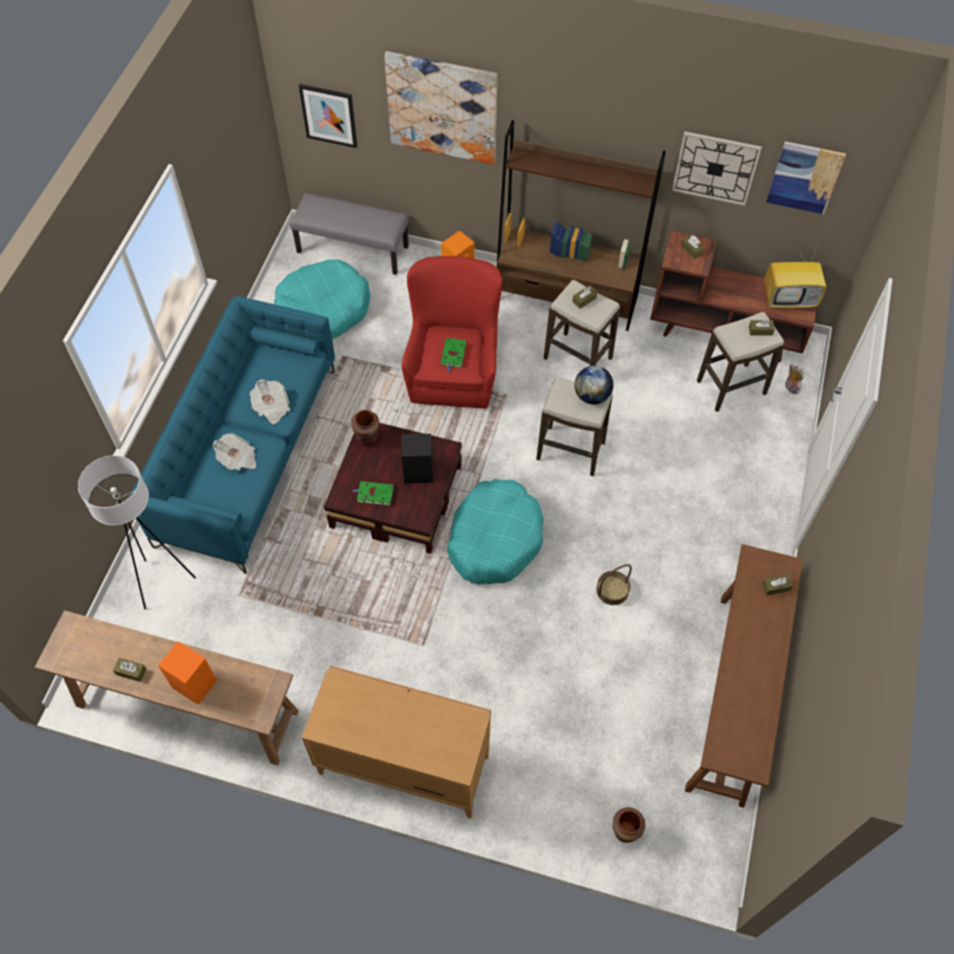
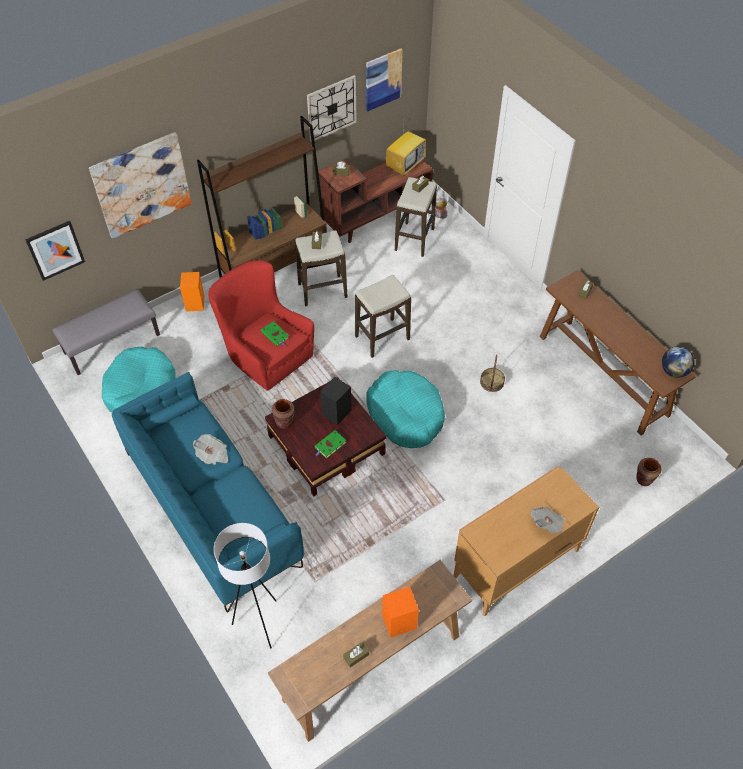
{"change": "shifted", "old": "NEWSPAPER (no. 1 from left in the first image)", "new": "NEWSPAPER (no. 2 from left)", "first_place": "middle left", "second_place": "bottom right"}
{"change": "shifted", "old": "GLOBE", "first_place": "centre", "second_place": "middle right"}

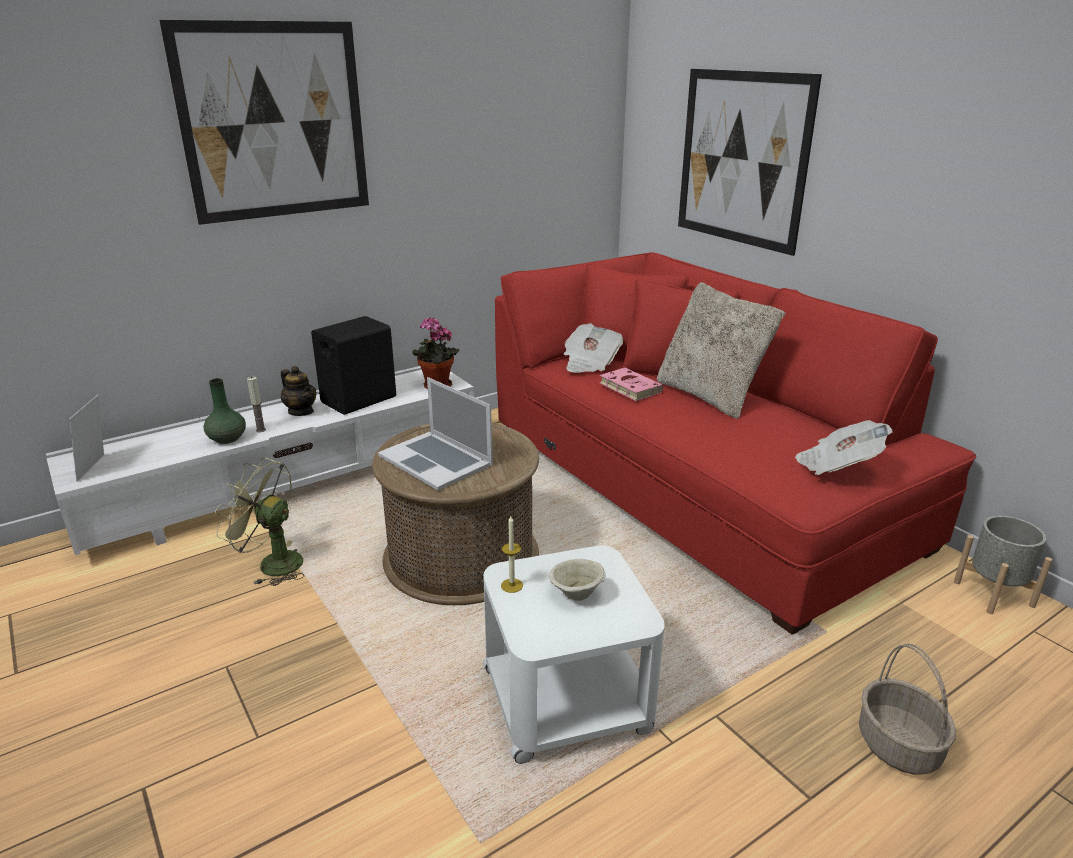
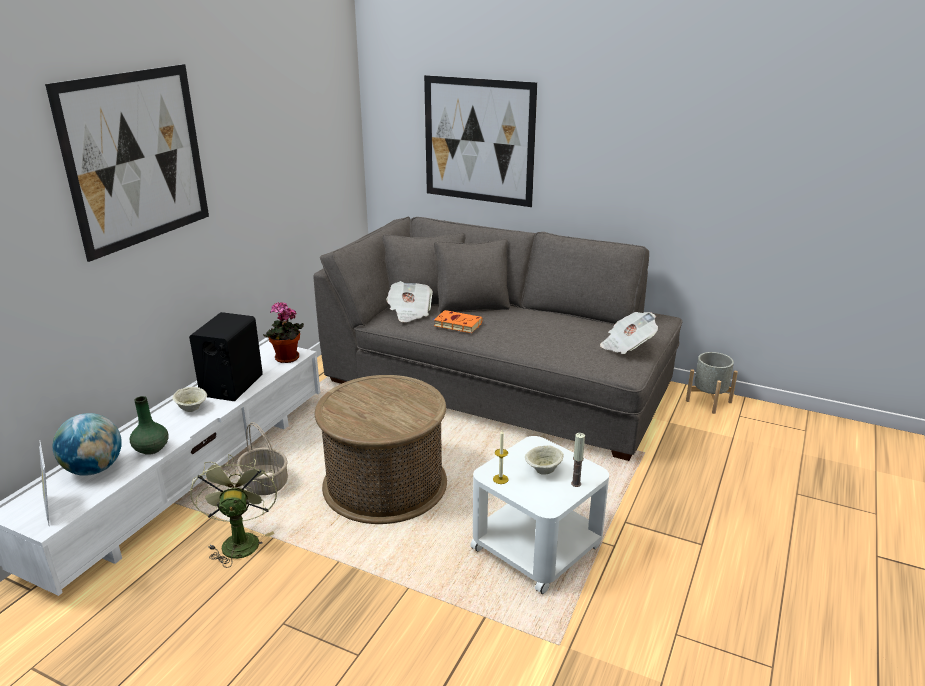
{"change": "new", "new": "GLOBE", "second_place": "middle left"}
{"change": "swapped", "old": "TEAPOT", "new": "BEIGE BOWL (no. 1 from left)", "first_place": "middle left", "second_place": "middle left"}
{"change": "rotated", "old": "GREEN FAN", "first_place": "middle left", "second_place": "bottom left", "degrees": 90}
{"change": "shifted", "old": "BASKET", "first_place": "bottom right", "second_place": "bottom left"}
{"change": "repainted", "old": "RED SOFA", "new": "GREY SOFA", "first_place": "middle right", "second_place": "centre"}
{"change": "repainted", "old": "PINK BOOK", "new": "ORANGE BOOK", "first_place": "centre", "second_place": "centre"}
{"change": "shifted", "old": "CANDLE (no. 1 from left in the first image)", "new": "CANDLE (no. 2 from left)", "first_place": "middle left", "second_place": "bottom centre"}
{"change": "gone", "old": "LAPTOP", "first_place": "centre"}
{"change": "gone", "old": "BEIGE PILLOW", "first_place": "middle right"}

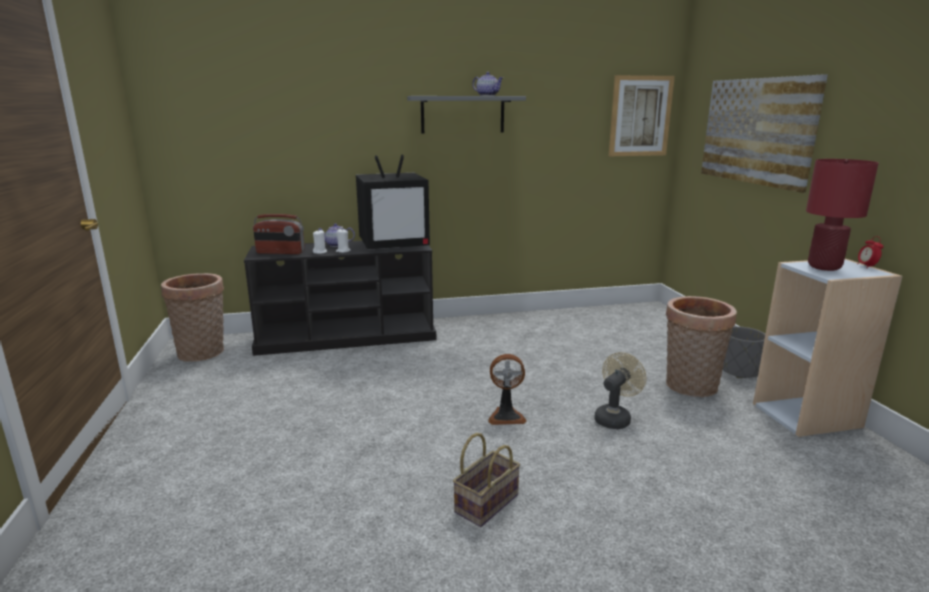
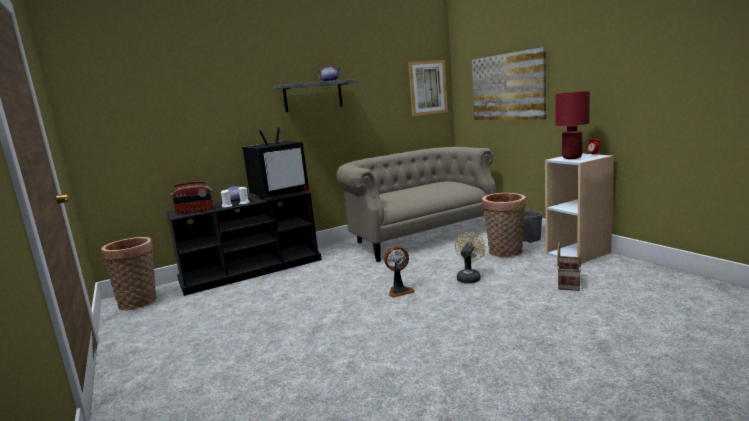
{"change": "new", "new": "BEIGE SOFA", "second_place": "centre"}
{"change": "shifted", "old": "BASKET (no. 2 from left in the first image)", "new": "BASKET (no. 3 from left)", "first_place": "bottom centre", "second_place": "middle right"}

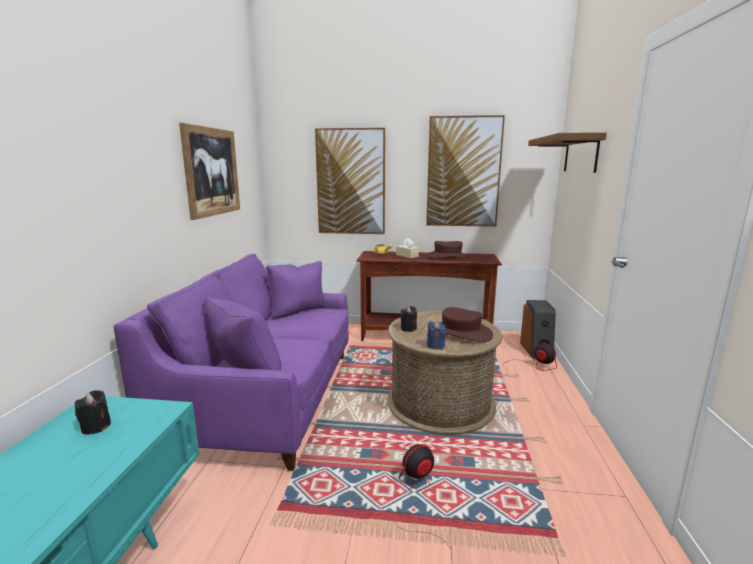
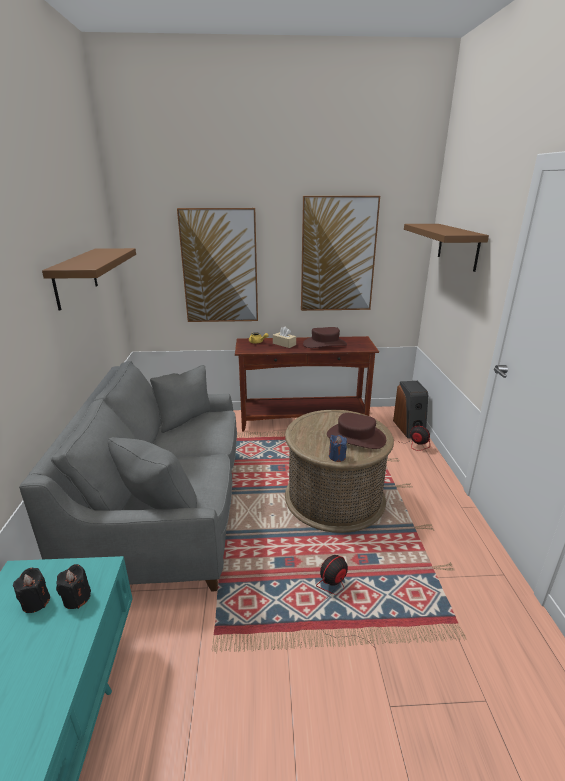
{"change": "repainted", "old": "PURPLE SOFA", "new": "GREY SOFA", "first_place": "middle left", "second_place": "middle left"}
{"change": "swapped", "old": "PICTURE (no. 1 from left)", "new": "BROWN SHELF (no. 1 from left)", "first_place": "top left", "second_place": "middle left"}
{"change": "shifted", "old": "BLACK CANDLE (no. 2 from left)", "first_place": "centre", "second_place": "bottom left"}

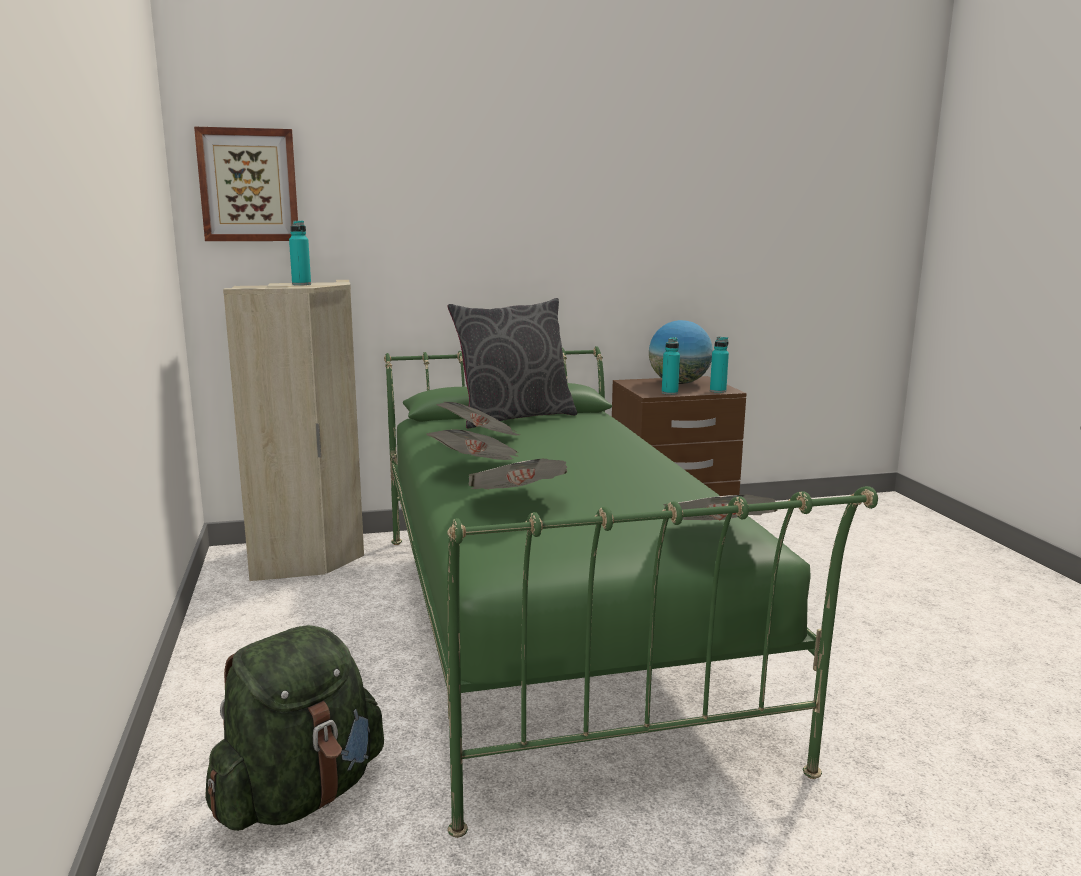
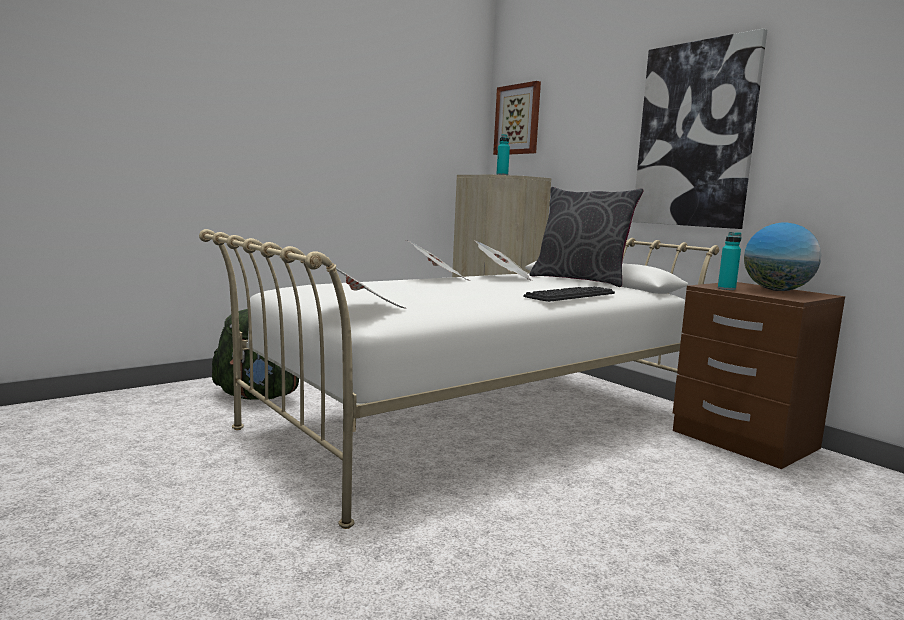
{"change": "repainted", "old": "GREEN BED", "new": "WHITE BED", "first_place": "bottom centre", "second_place": "centre"}
{"change": "new", "new": "KEYBOARD", "second_place": "centre"}
{"change": "new", "new": "PICTURE (no. 2 from left)", "second_place": "top right"}
{"change": "gone", "old": "NEWSPAPER (no. 3 from left)", "first_place": "centre"}
{"change": "gone", "old": "TURQUOISE BOTTLE (no. 3 from left)", "first_place": "centre"}

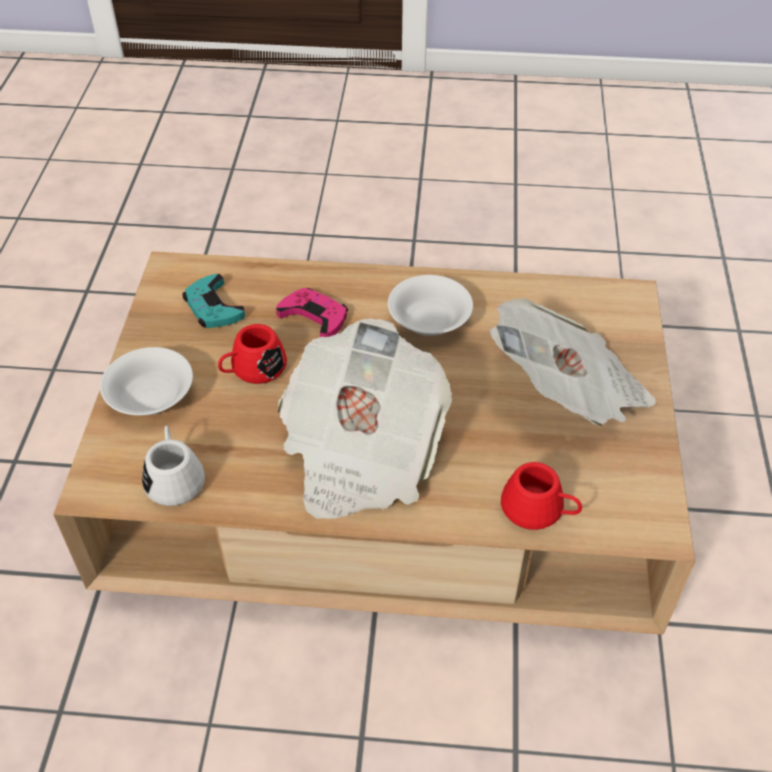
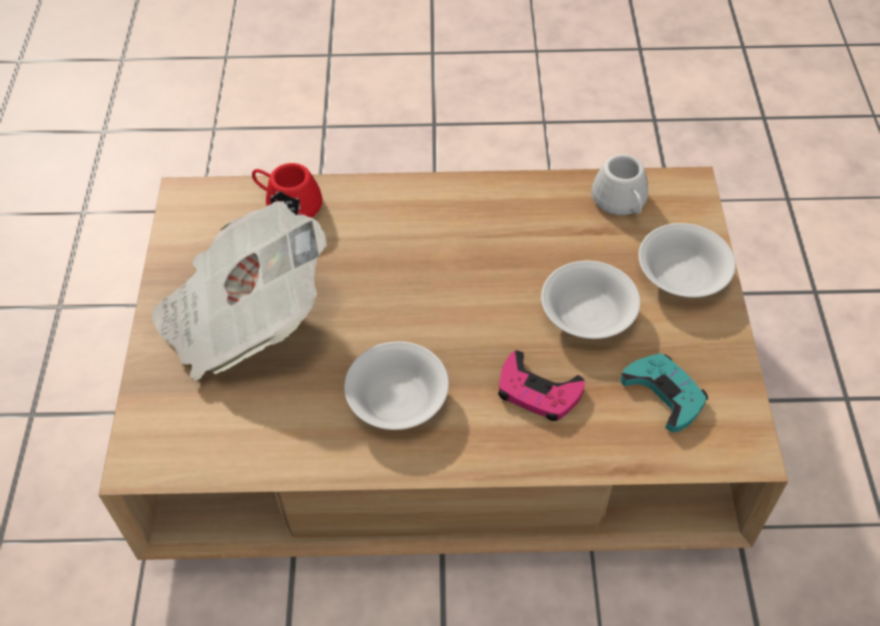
{"change": "swapped", "old": "RED MUG (no. 1 from left)", "new": "WHITE BOWL (no. 2 from left)", "first_place": "middle left", "second_place": "middle right"}
{"change": "gone", "old": "NEWSPAPER (no. 1 from left)", "first_place": "centre"}

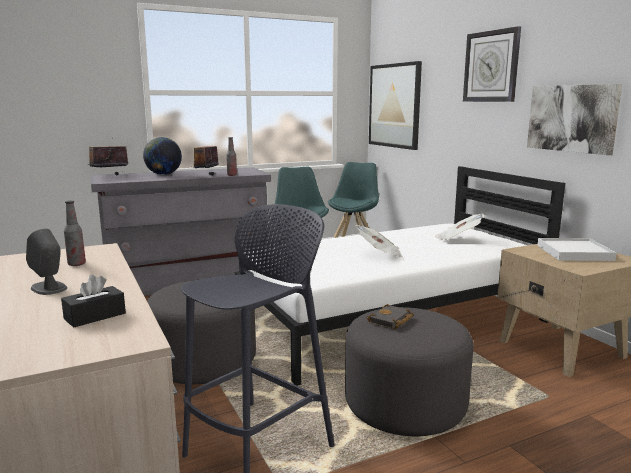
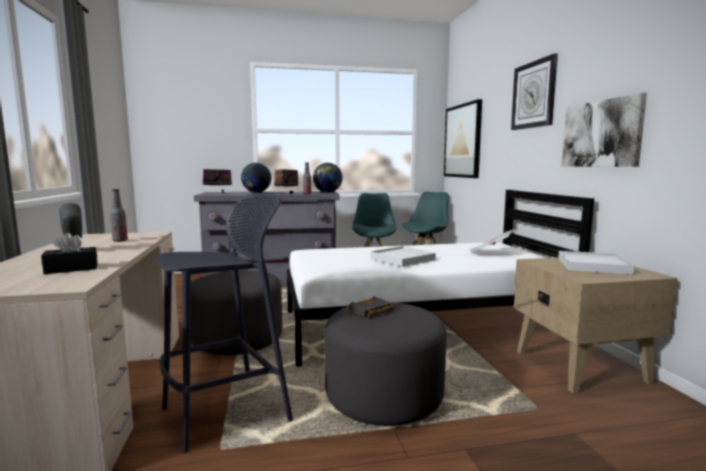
{"change": "new", "new": "GLOBE (no. 2 from left)", "second_place": "centre"}
{"change": "swapped", "old": "NEWSPAPER (no. 1 from left)", "new": "WHITE TRAY (no. 1 from left)", "first_place": "centre", "second_place": "centre"}

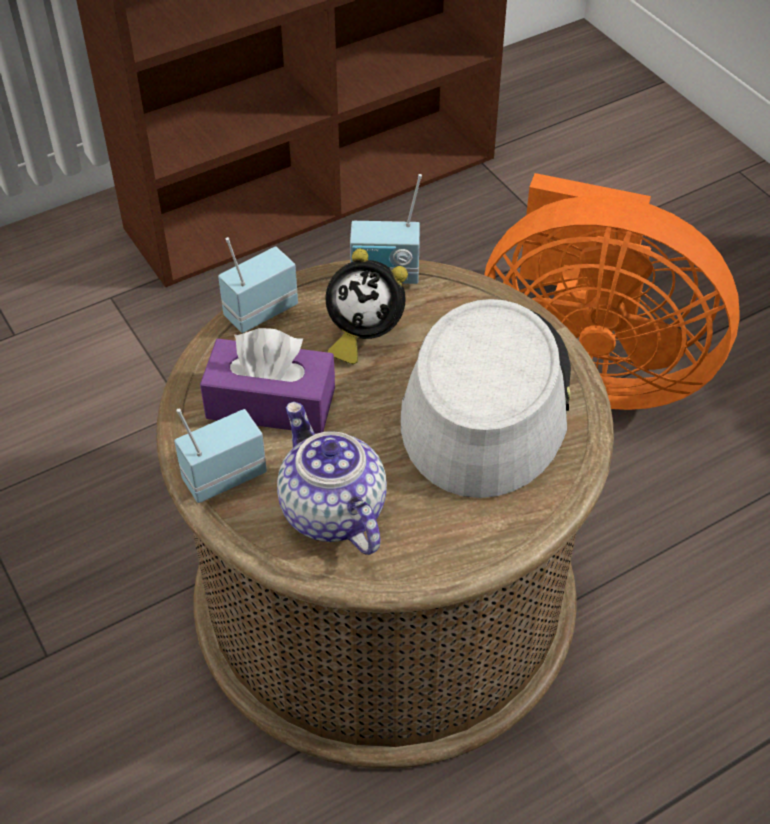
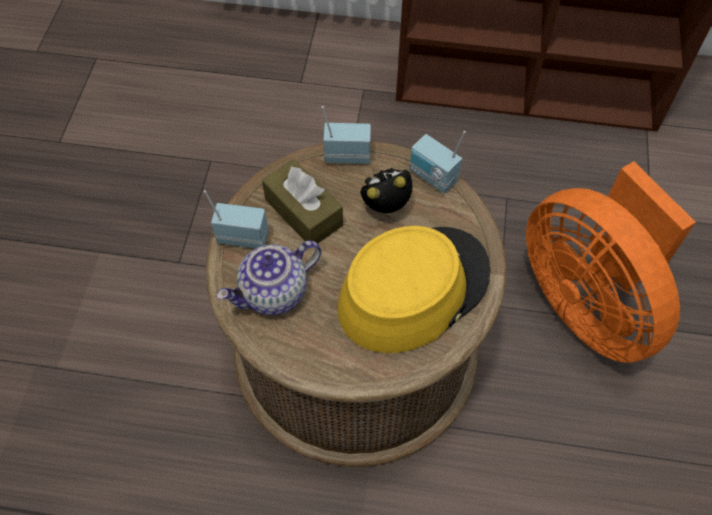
{"change": "rotated", "old": "TEAPOT", "first_place": "centre", "second_place": "centre", "degrees": -135}
{"change": "repainted", "old": "PURPLE TISSUE BOX", "new": "BROWN TISSUE BOX", "first_place": "centre", "second_place": "centre"}
{"change": "repainted", "old": "GREY HAT", "new": "YELLOW HAT", "first_place": "centre", "second_place": "centre"}
{"change": "rotated", "old": "ALARM CLOCK", "first_place": "centre", "second_place": "centre", "degrees": 105}

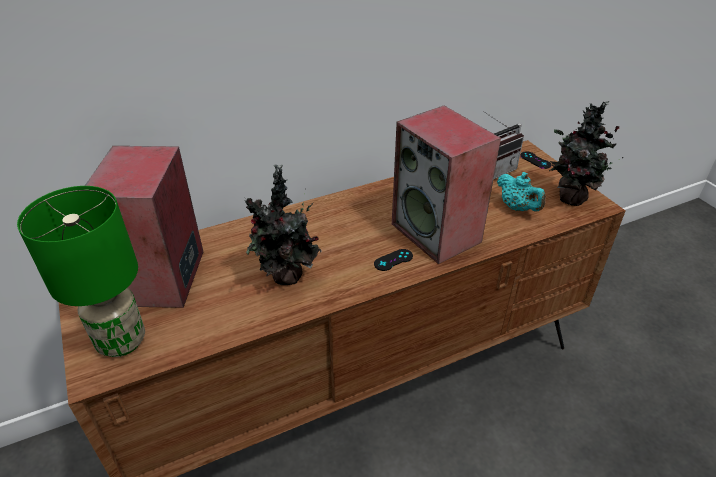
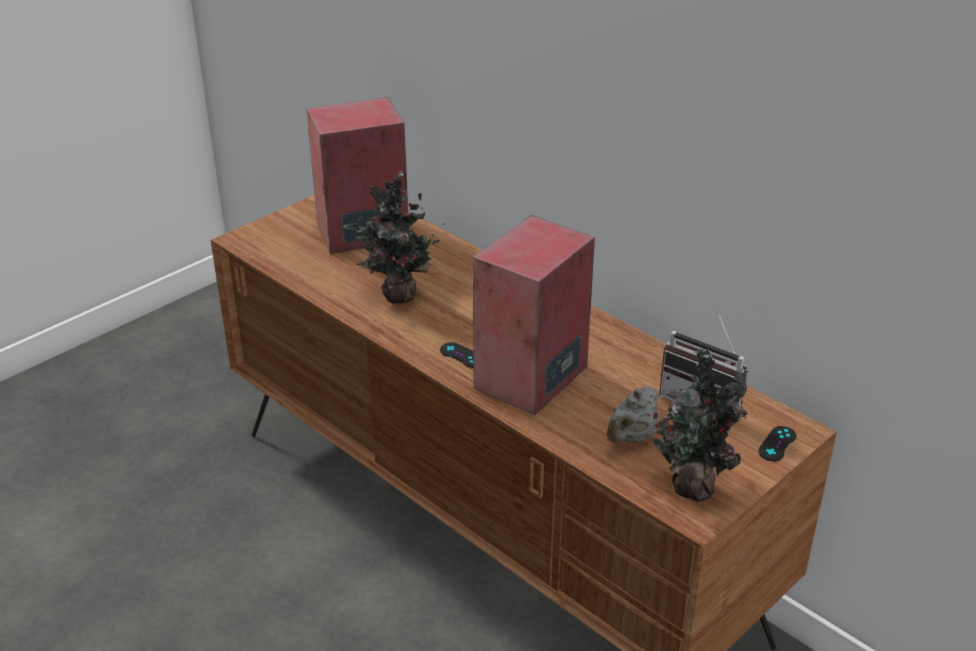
{"change": "repainted", "old": "TURQUOISE TEAPOT", "new": "GREY TEAPOT", "first_place": "middle right", "second_place": "centre"}
{"change": "gone", "old": "GREEN TABLE LAMP", "first_place": "middle left"}

